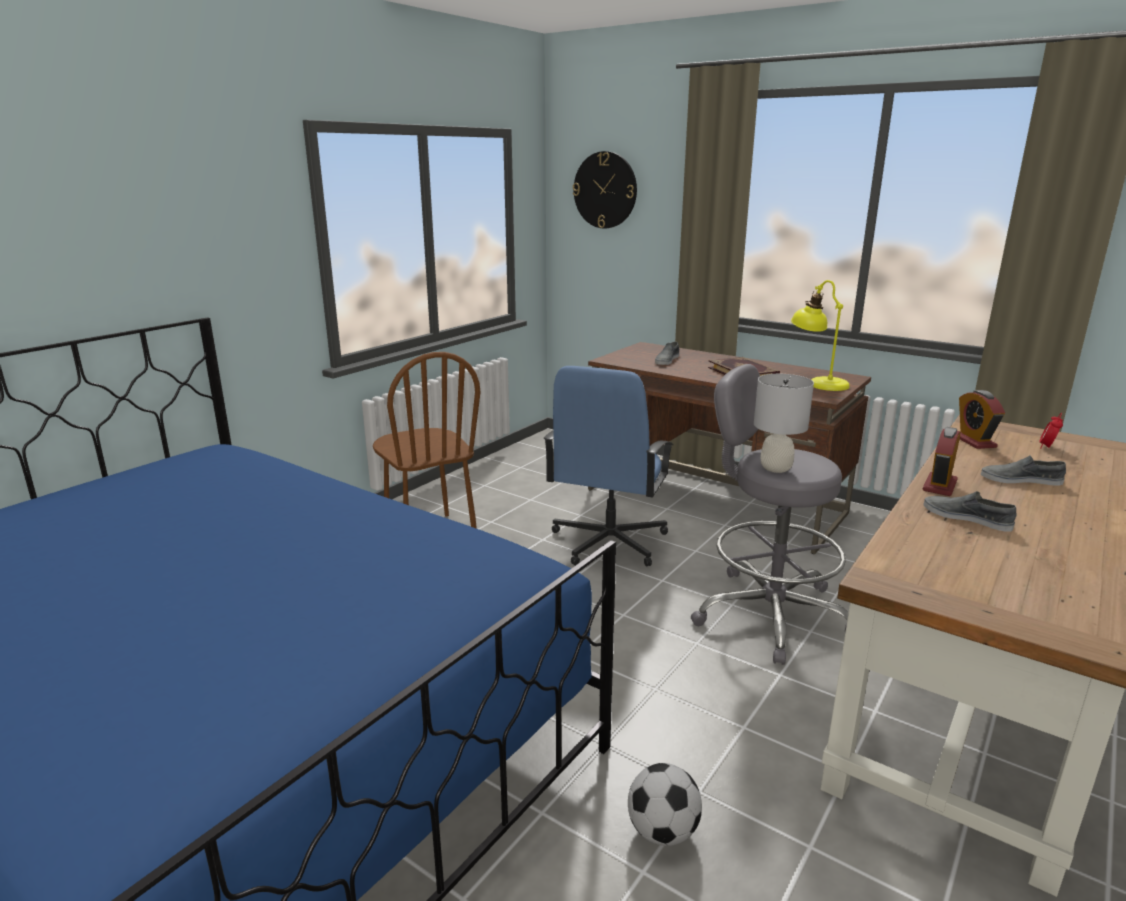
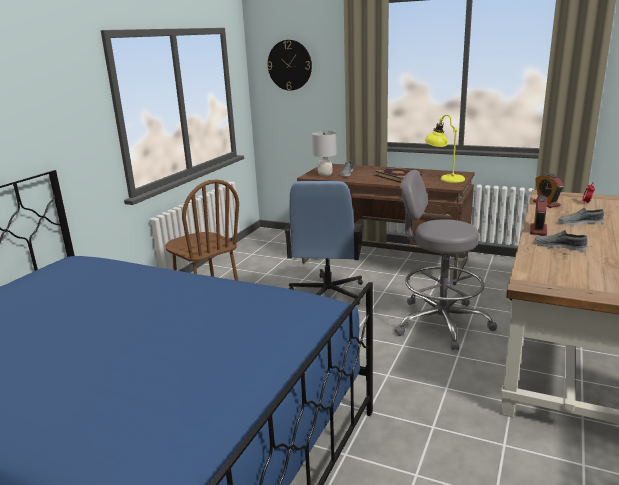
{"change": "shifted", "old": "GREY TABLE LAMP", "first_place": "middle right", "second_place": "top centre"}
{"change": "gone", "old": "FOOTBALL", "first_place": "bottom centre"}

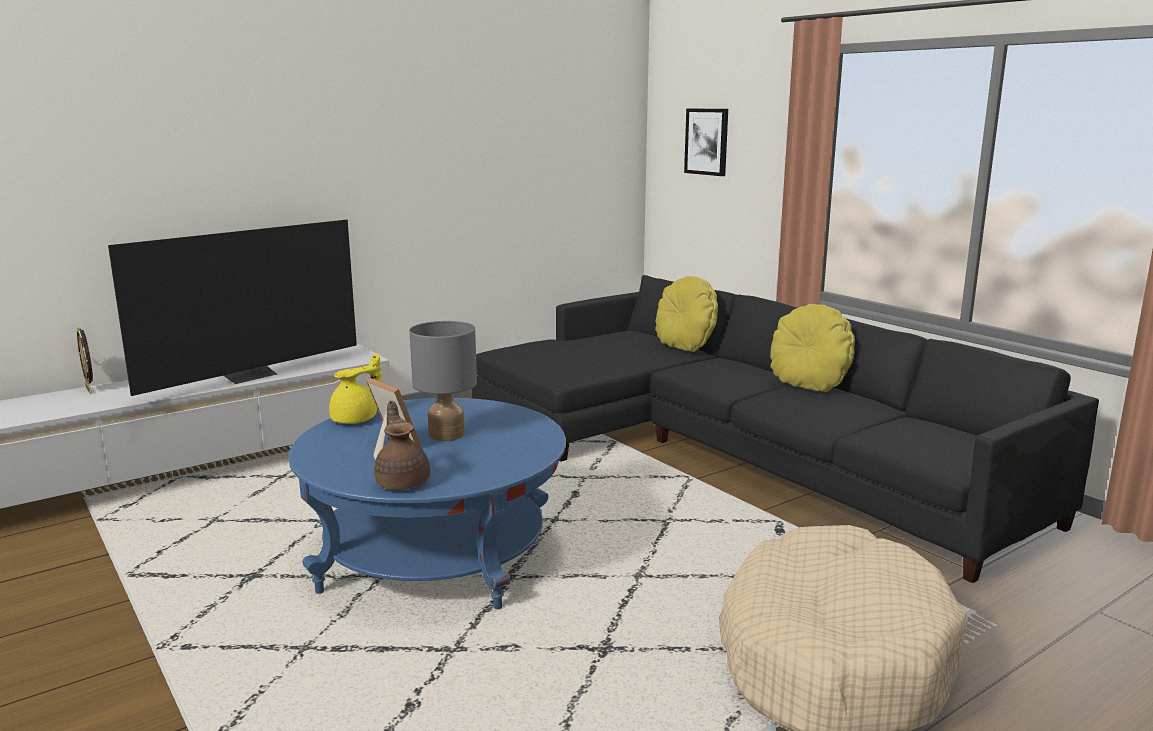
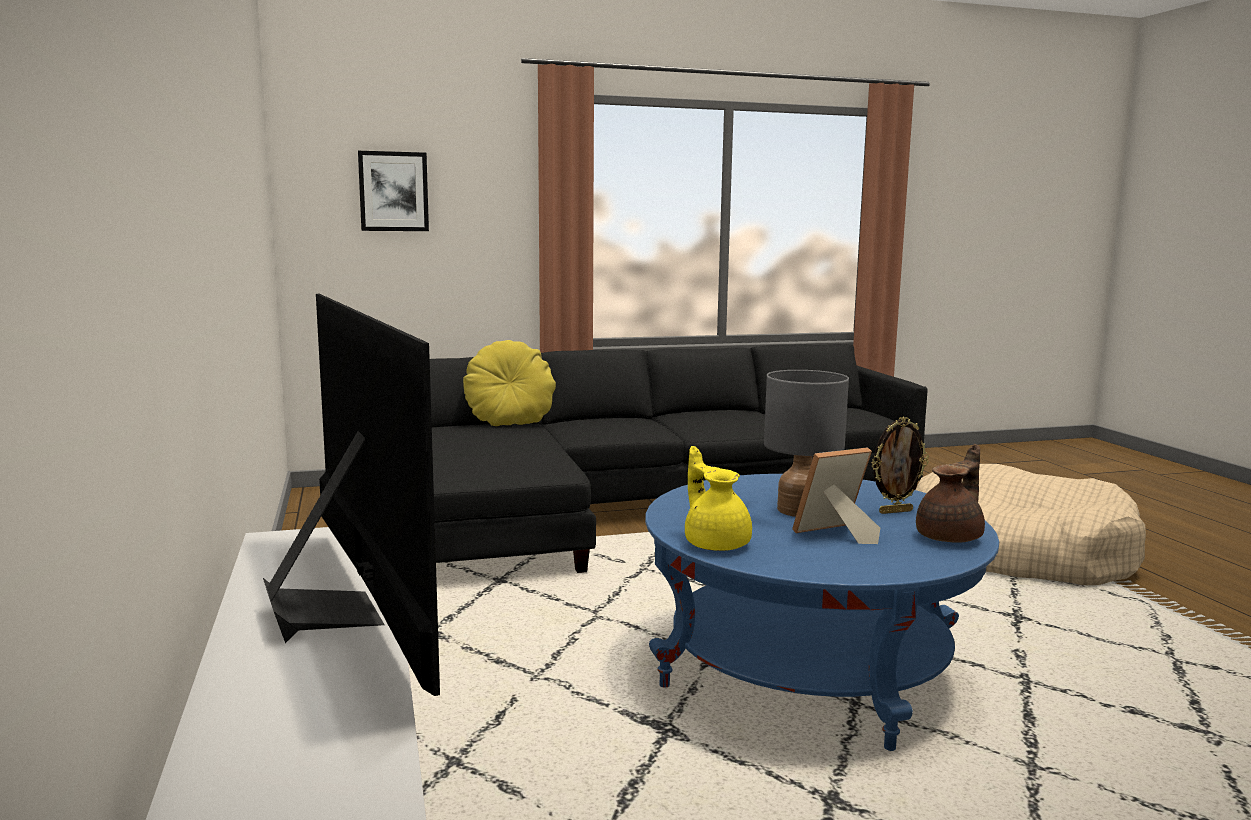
{"change": "shifted", "old": "PICTURE FRAME (no. 1 from left in the first image)", "new": "PICTURE FRAME (no. 2 from left)", "first_place": "middle left", "second_place": "middle right"}
{"change": "rotated", "old": "BROWN TEAPOT", "first_place": "centre", "second_place": "middle right", "degrees": 135}
{"change": "gone", "old": "YELLOW PILLOW (no. 2 from left)", "first_place": "middle right"}

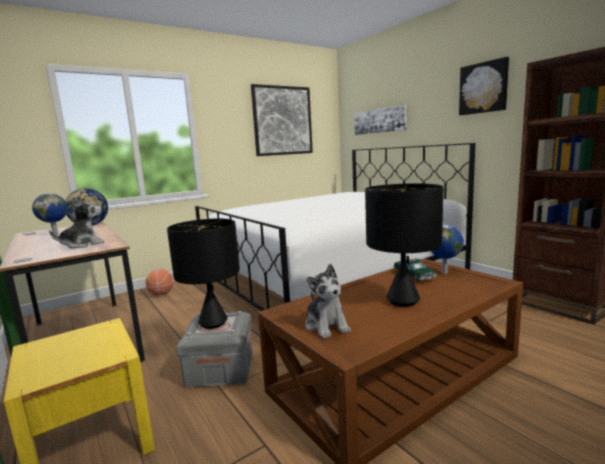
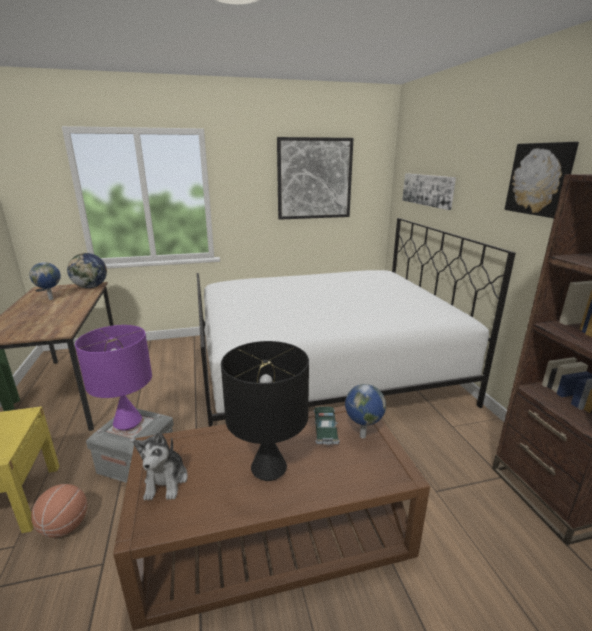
{"change": "shifted", "old": "BASKETBALL", "first_place": "middle left", "second_place": "bottom left"}
{"change": "repainted", "old": "BLACK TABLE LAMP (no. 1 from left)", "new": "PURPLE TABLE LAMP", "first_place": "centre", "second_place": "middle left"}
{"change": "gone", "old": "PLUSH TOY (no. 1 from left)", "first_place": "middle left"}

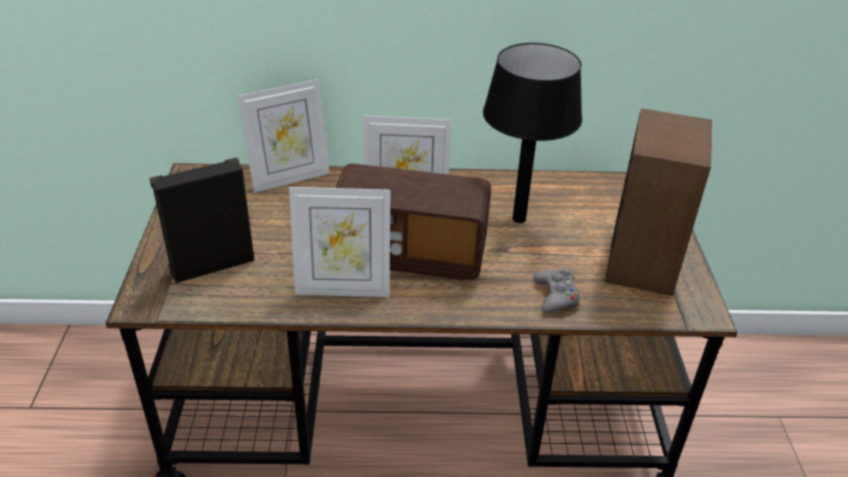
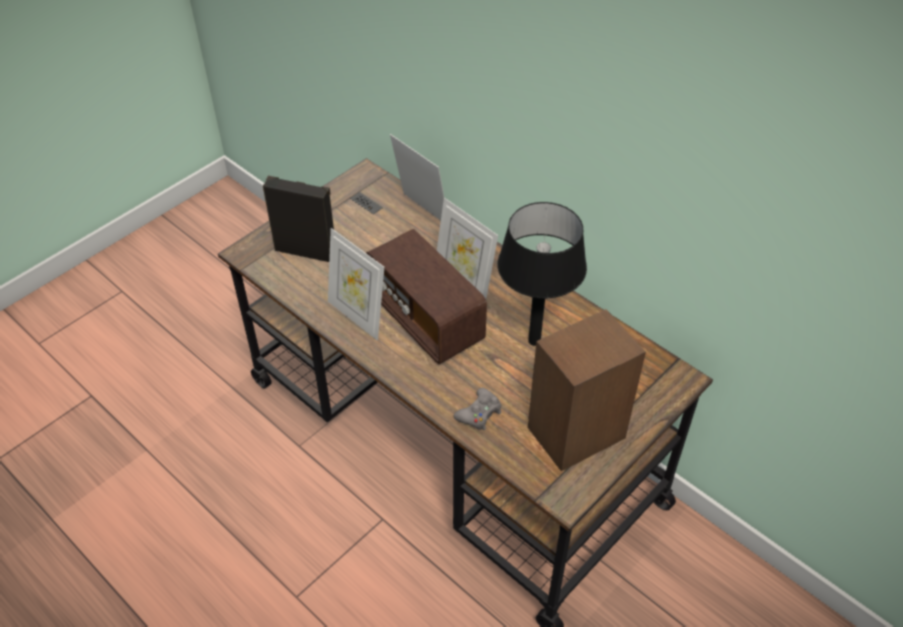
{"change": "rotated", "old": "PICTURE FRAME (no. 1 from left in the first image)", "first_place": "top centre", "second_place": "top centre", "degrees": -150}

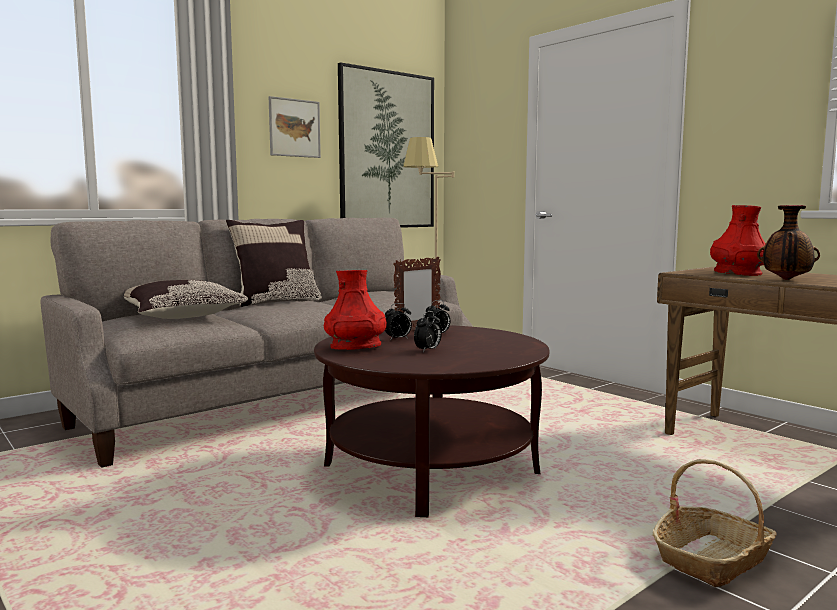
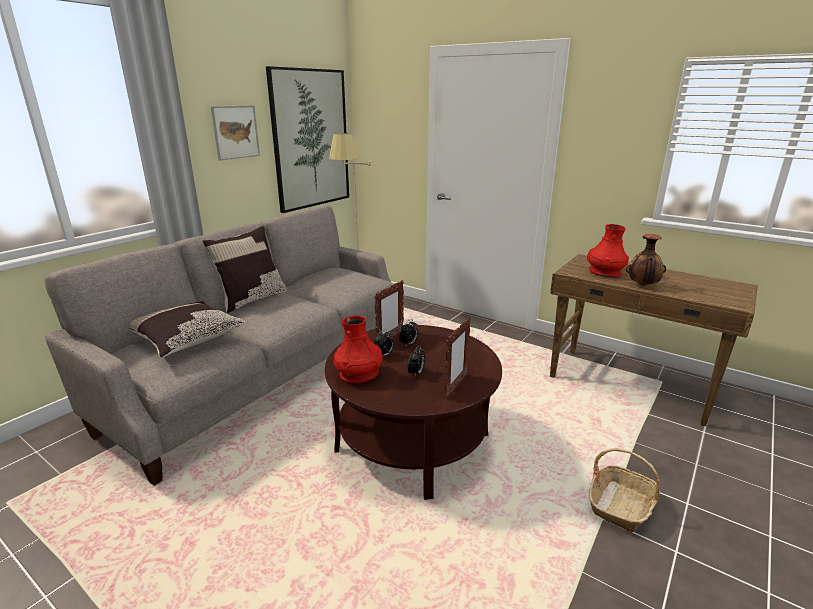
{"change": "new", "new": "PICTURE FRAME (no. 2 from left)", "second_place": "centre"}

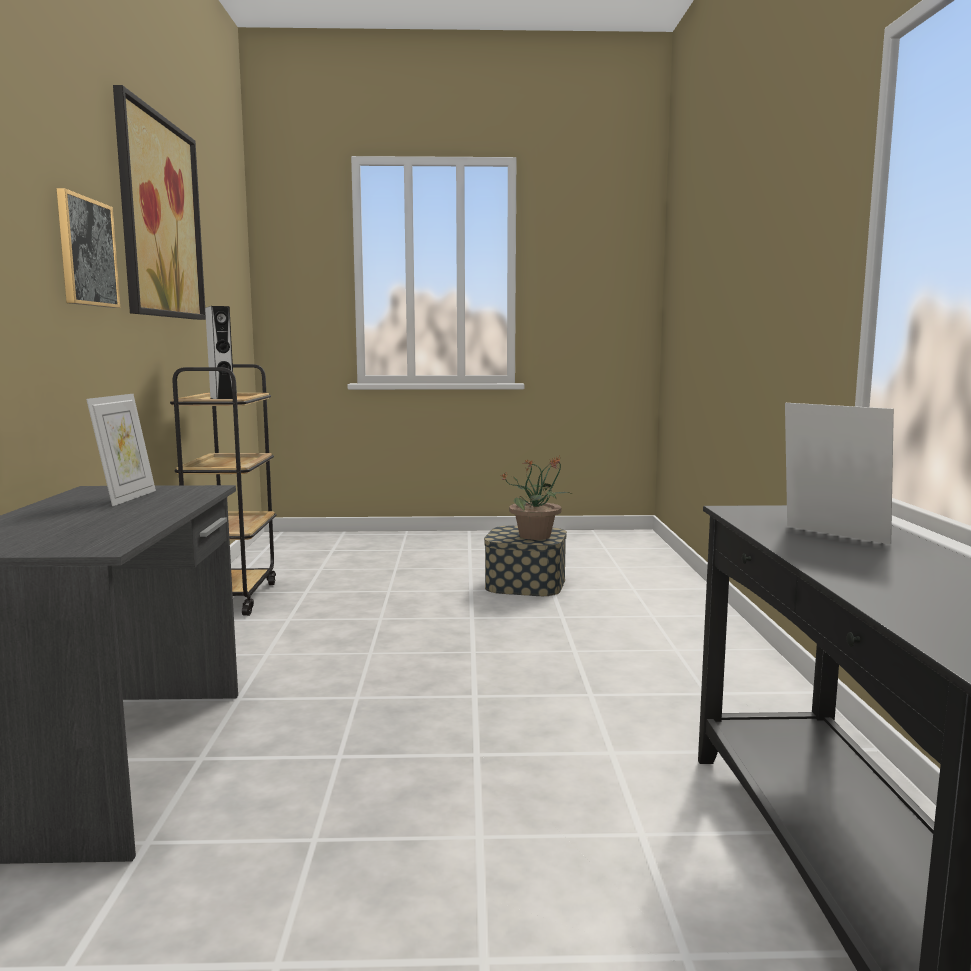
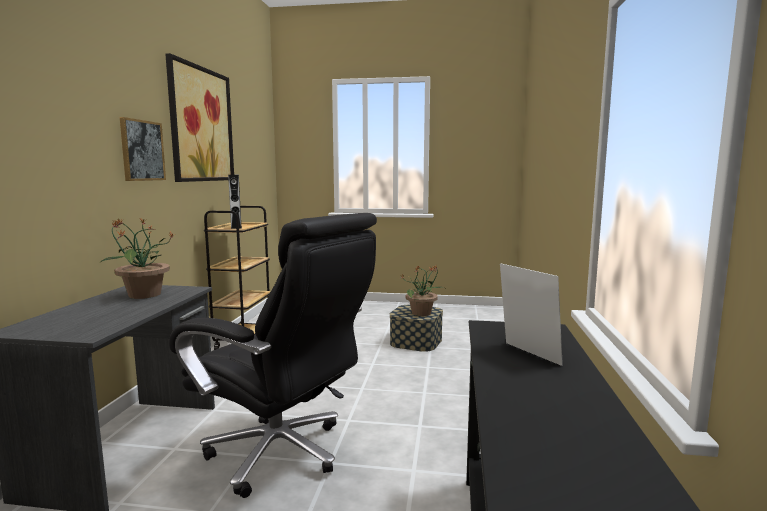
{"change": "swapped", "old": "PICTURE FRAME (no. 1 from left)", "new": "POTTED PLANT (no. 1 from left)", "first_place": "middle left", "second_place": "middle left"}
{"change": "new", "new": "BLACK OFFICE CHAIR", "second_place": "bottom centre"}

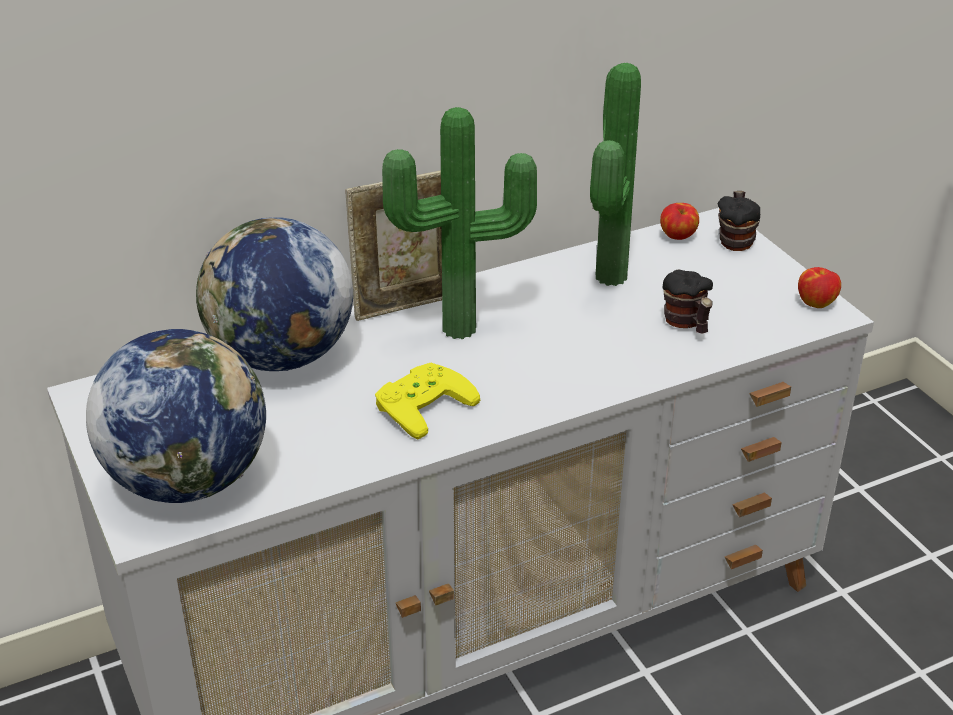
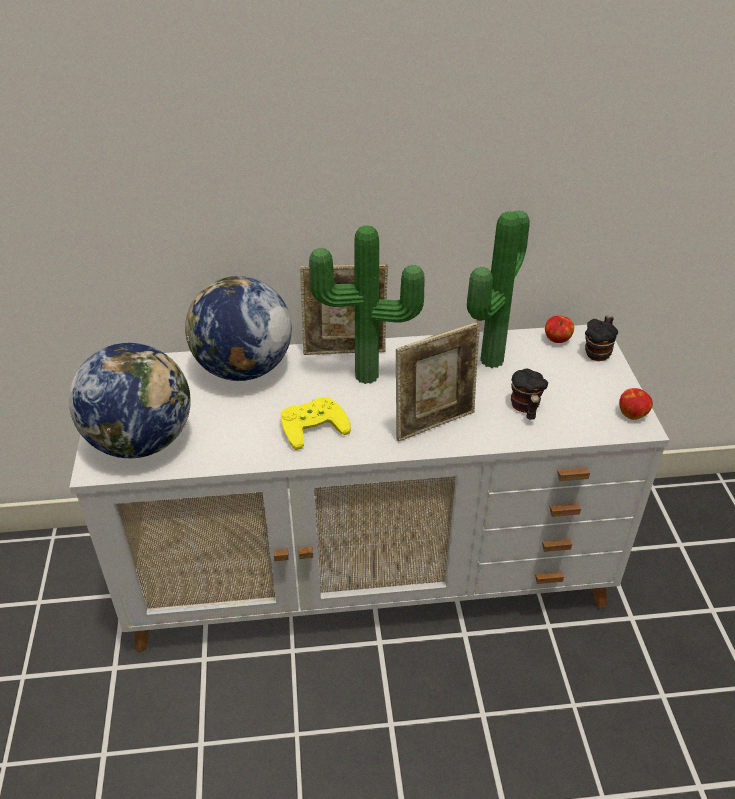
{"change": "new", "new": "PICTURE FRAME (no. 2 from left)", "second_place": "centre"}

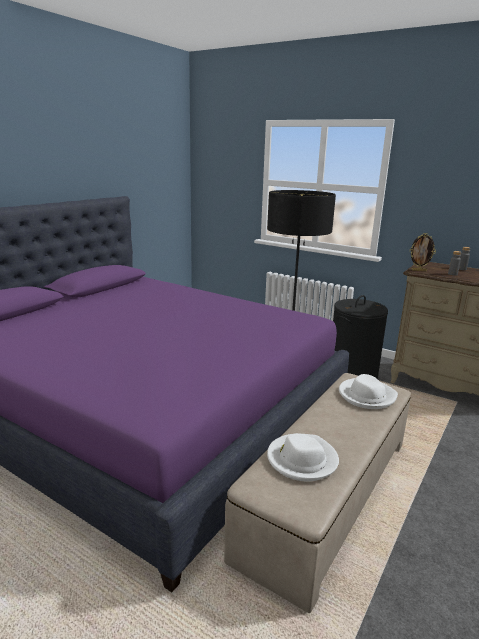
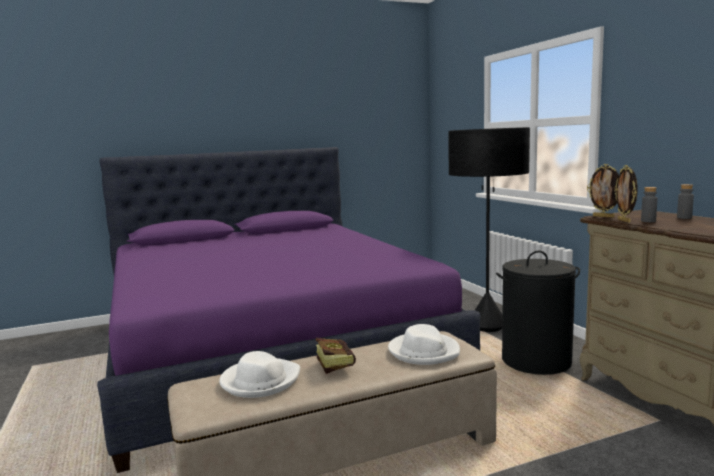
{"change": "new", "new": "BOOK", "second_place": "bottom centre"}
{"change": "new", "new": "PICTURE FRAME (no. 2 from left)", "second_place": "middle right"}

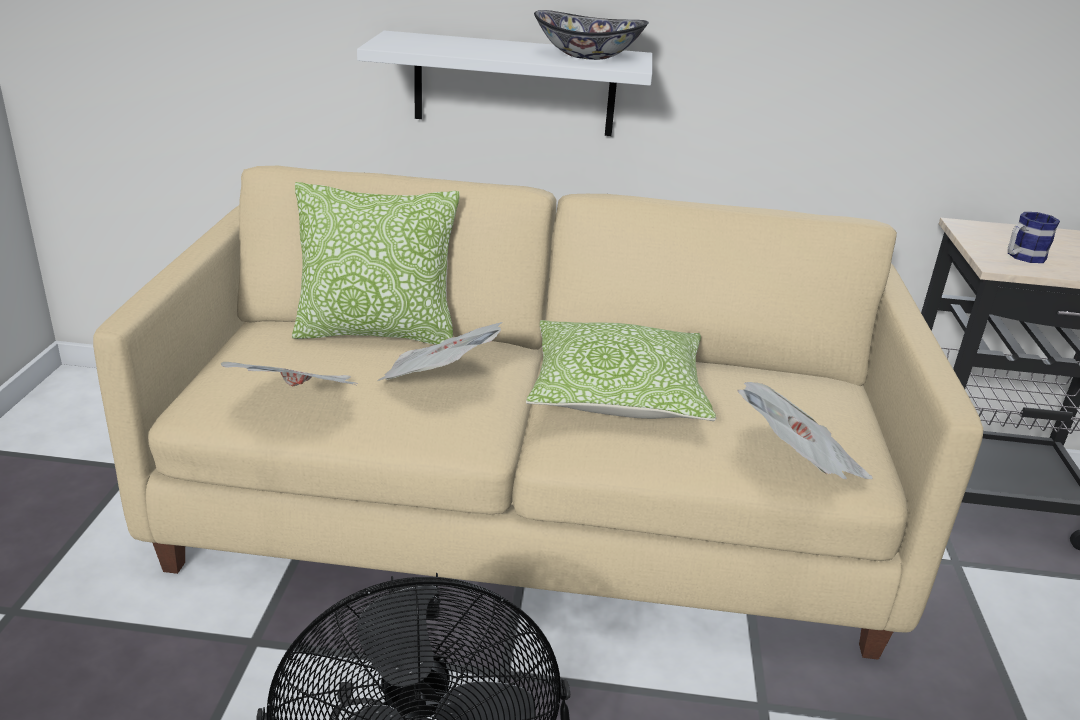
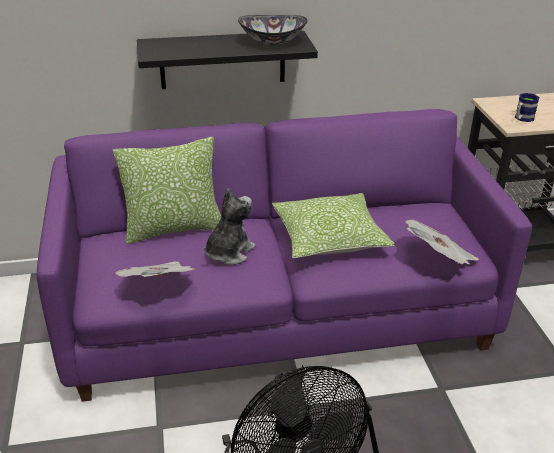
{"change": "repainted", "old": "BEIGE SOFA", "new": "PURPLE SOFA", "first_place": "centre", "second_place": "centre"}
{"change": "repainted", "old": "WHITE SHELF", "new": "BLACK SHELF", "first_place": "top centre", "second_place": "top centre"}
{"change": "swapped", "old": "NEWSPAPER (no. 2 from left)", "new": "PLUSH TOY", "first_place": "centre", "second_place": "centre"}

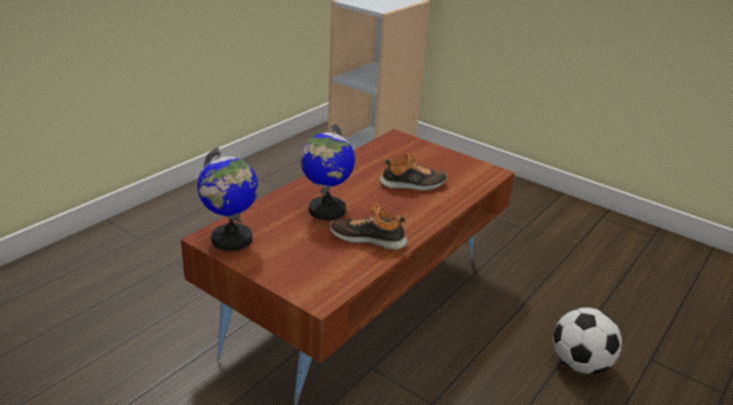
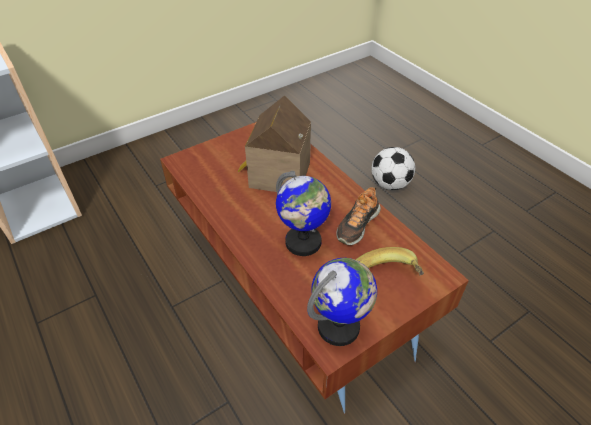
{"change": "swapped", "old": "SHOE (no. 2 from left)", "new": "TOY HOUSE", "first_place": "centre", "second_place": "centre"}
{"change": "new", "new": "BANANA", "second_place": "centre"}

